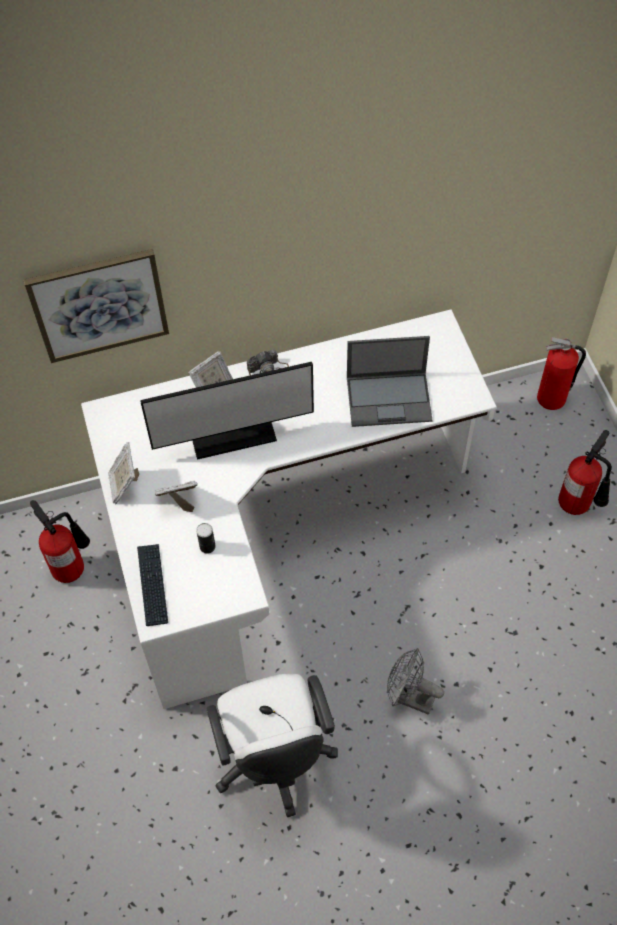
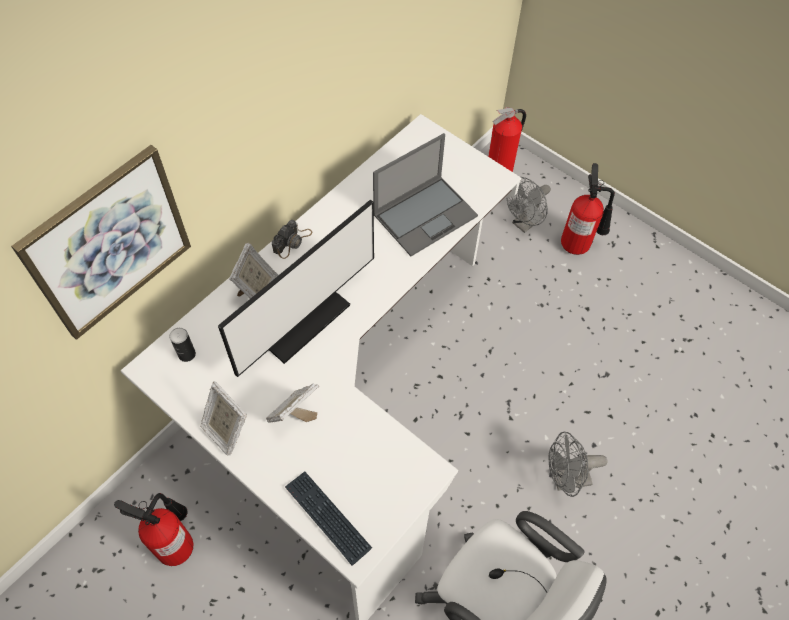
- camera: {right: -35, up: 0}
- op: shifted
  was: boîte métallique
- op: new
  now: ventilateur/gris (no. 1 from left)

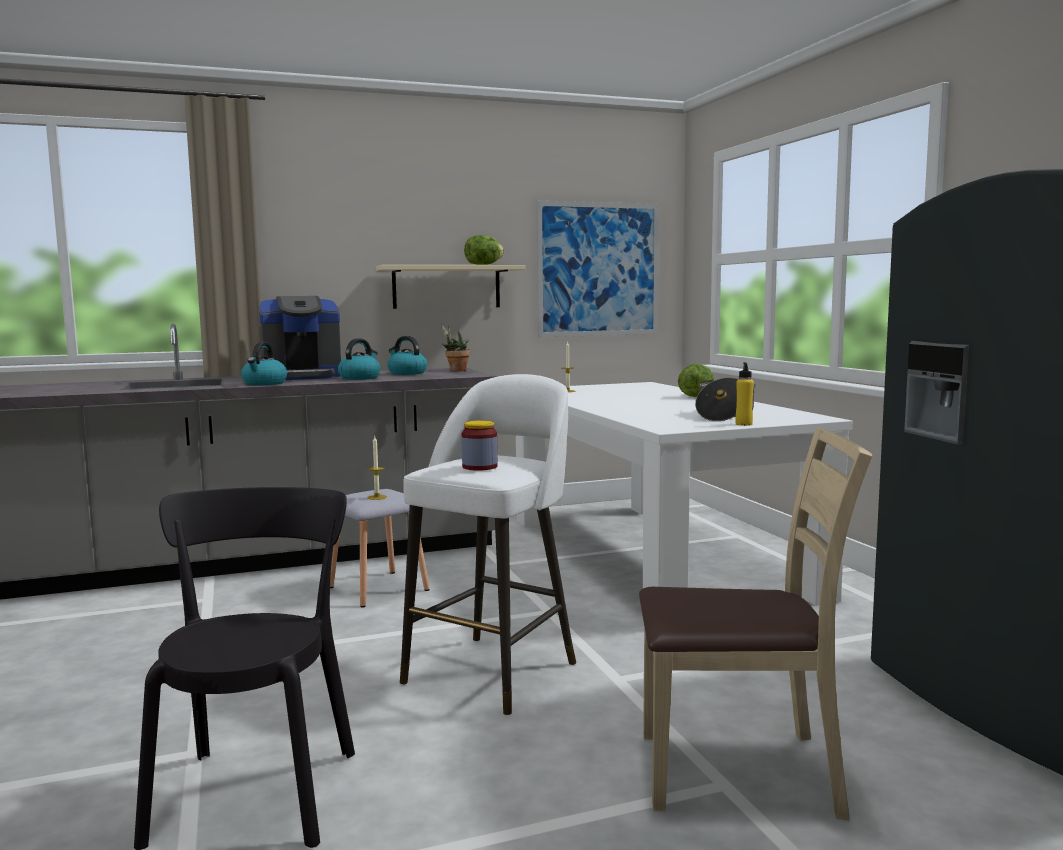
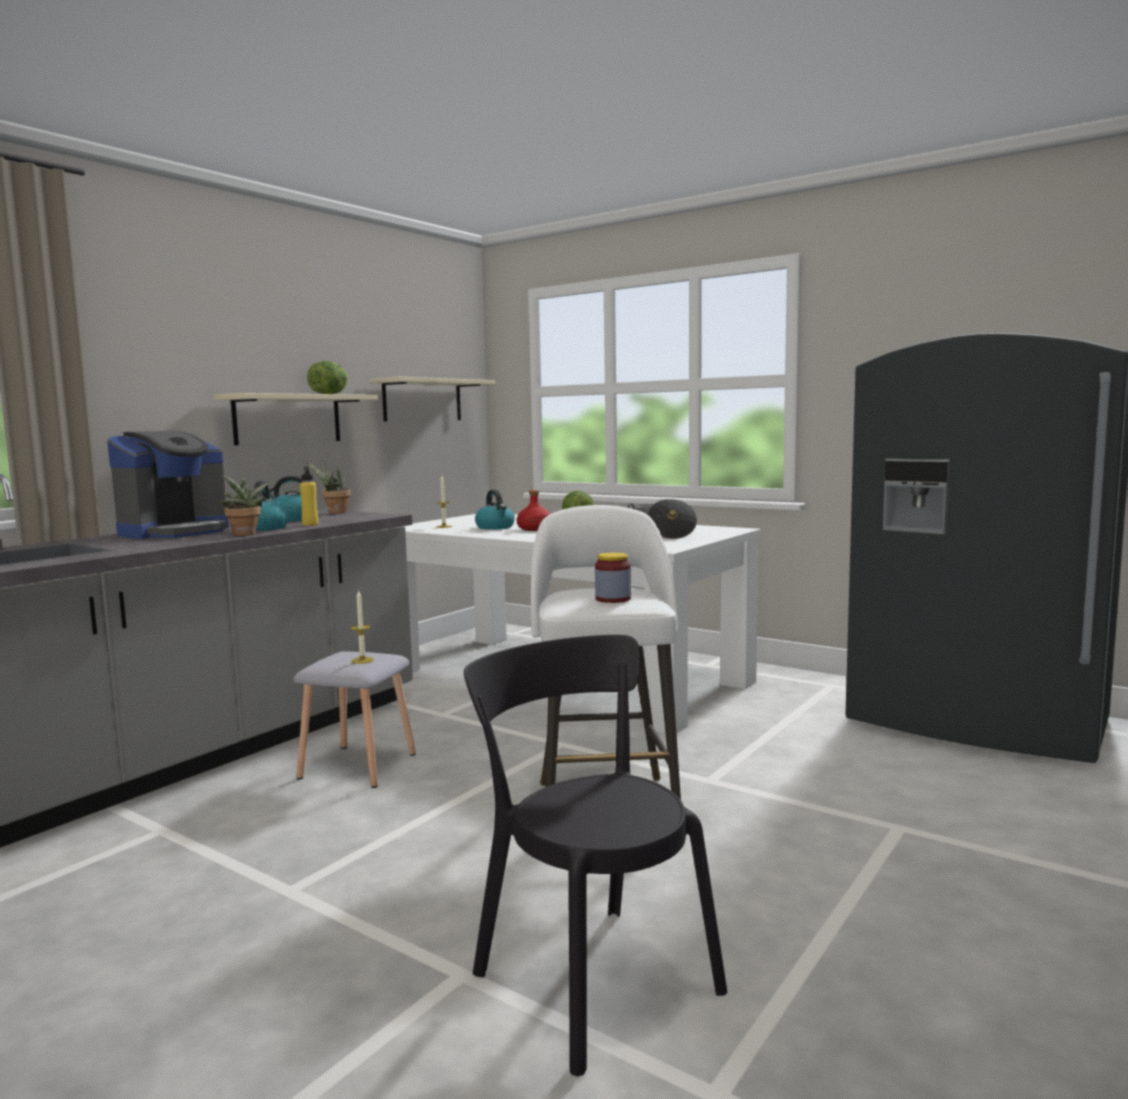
- camera: {right: -35, up: 0}
- op: swapped
  was: tableau
  now: étagère/beige (no. 2 from left)
- op: shifted
  was: bouilloire (no. 1 from left in the first image)
  now: bouilloire (no. 3 from left)
- op: shifted
  was: bouteille/jaune
- op: gone
  was: chaise/beige
- op: new
  now: plante en pot (no. 1 from left)
- op: new
  now: bouteille/rouge

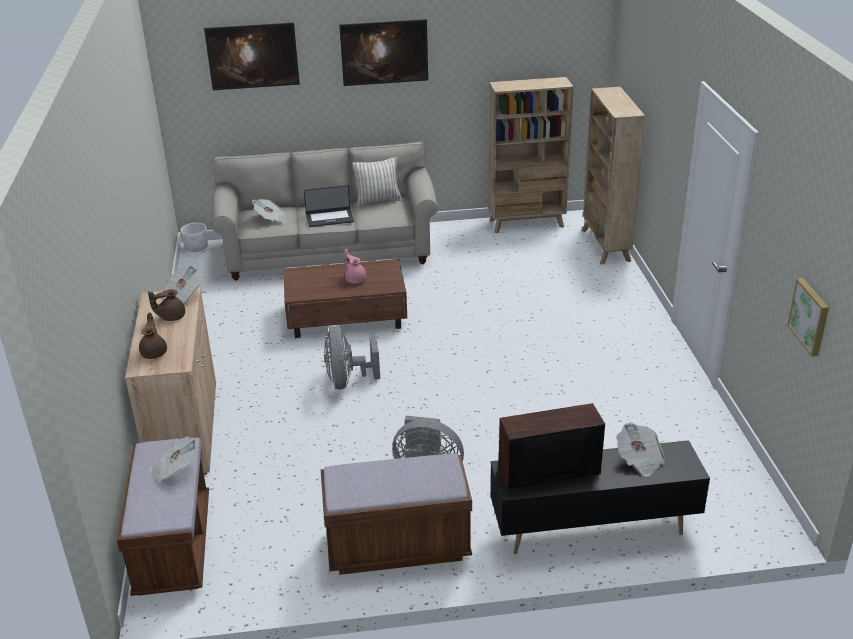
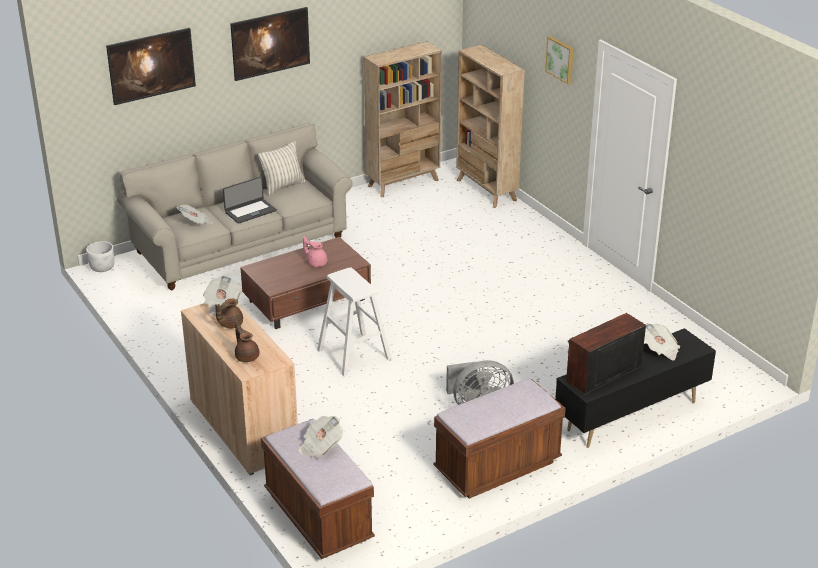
- camera: {right: -25, up: 0}
- op: shifted
  was: tableau (no. 3 from left)
- op: swapped
  was: ventilateur/gris (no. 1 from left)
  now: tabouret/blanc

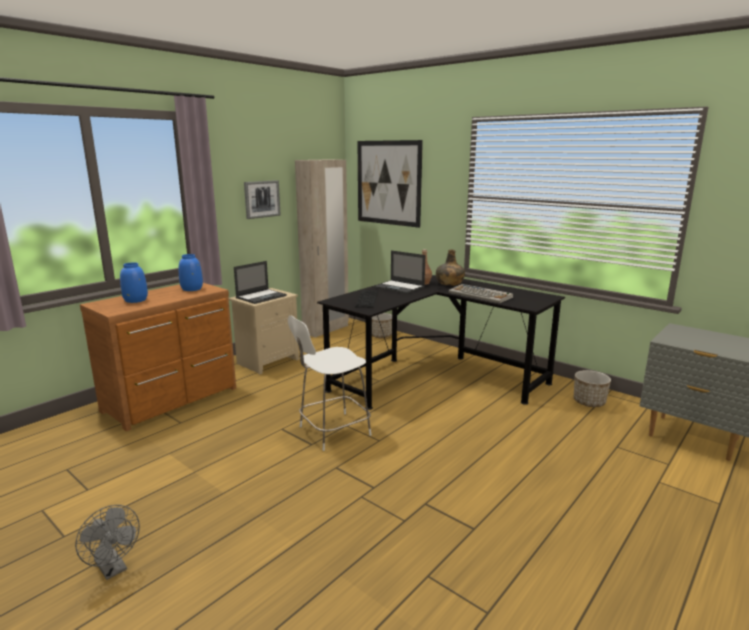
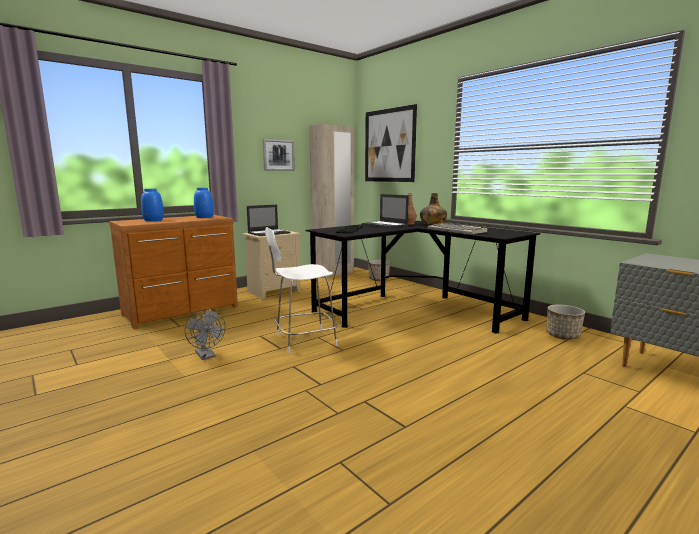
- camera: {right: 10, up: -5}
- op: shifted
  was: ventilateur/gris

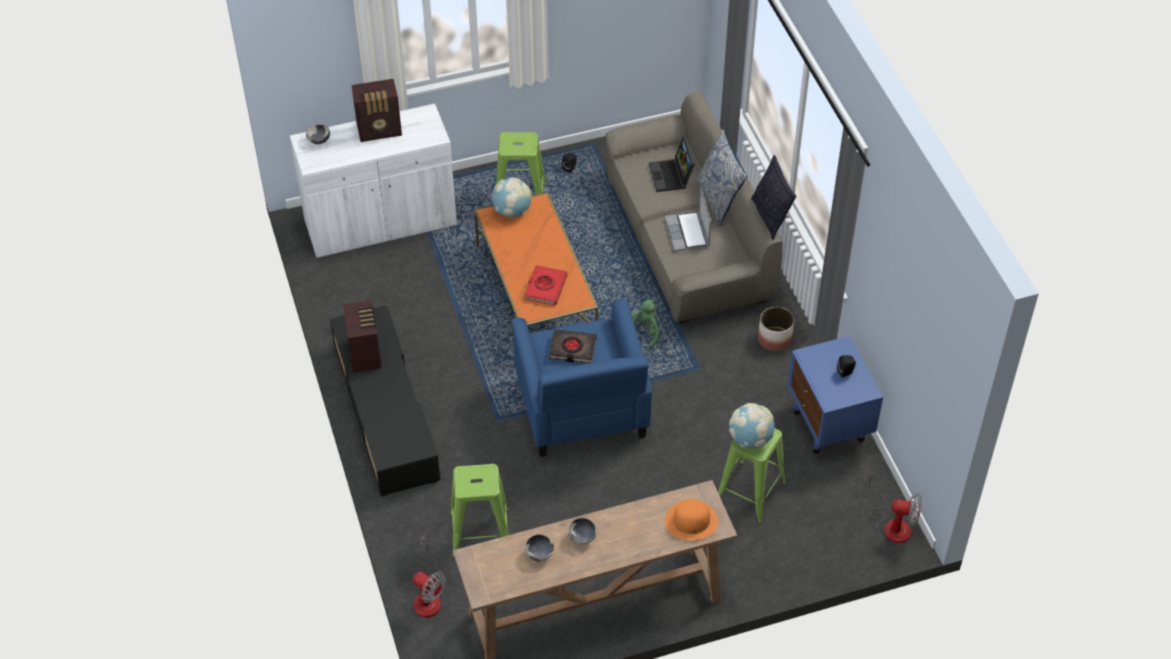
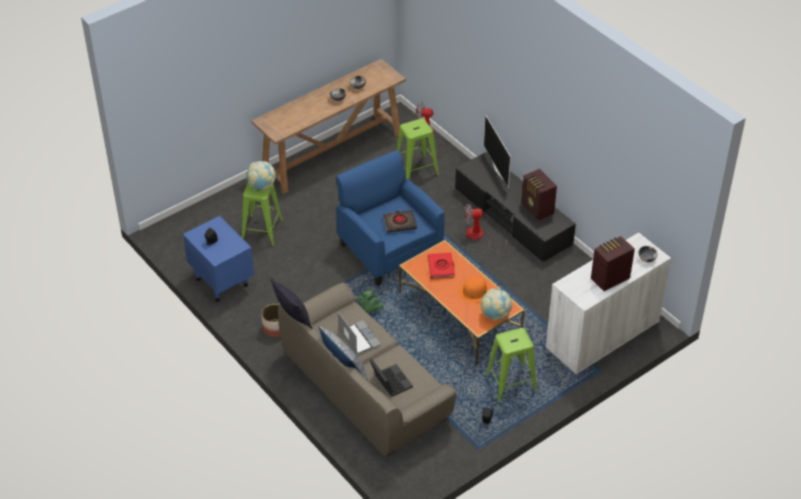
- camera: {right: 160, up: -5}
- op: shifted
  was: ventilateur (no. 2 from left)
- op: shifted
  was: chapeau/orange
- op: new
  now: téléviseur

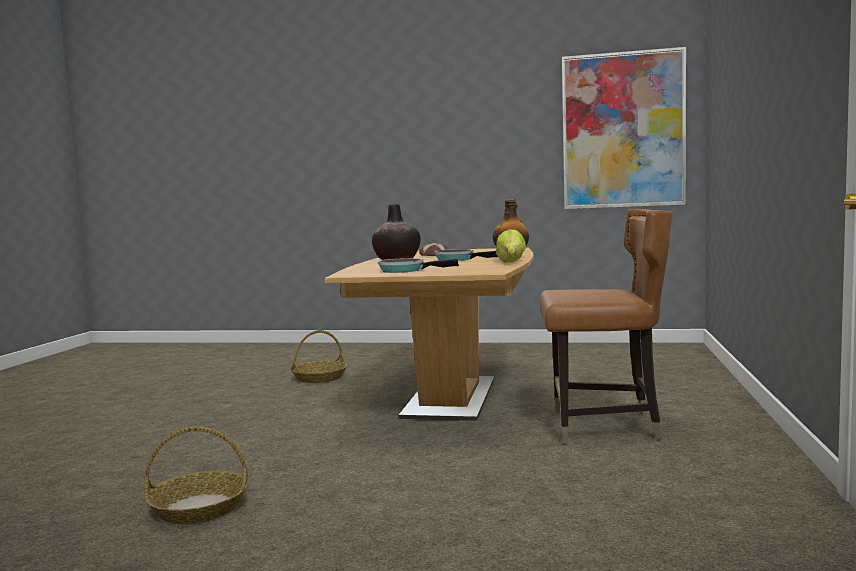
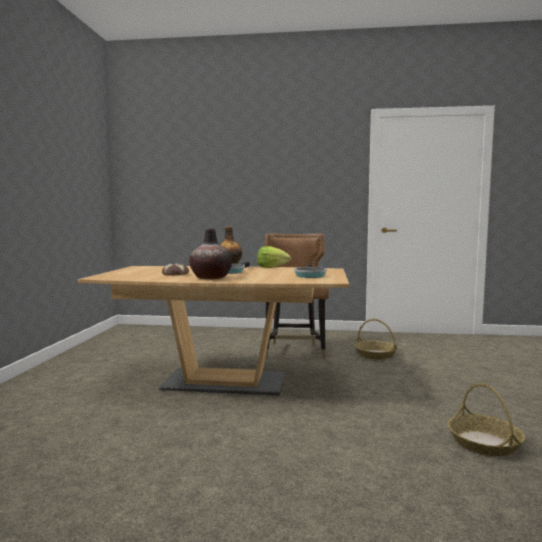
- camera: {right: -95, up: 0}
- op: gone
  was: tableau
- op: shifted
  was: panier (no. 2 from left in the first image)
  now: panier (no. 1 from left)

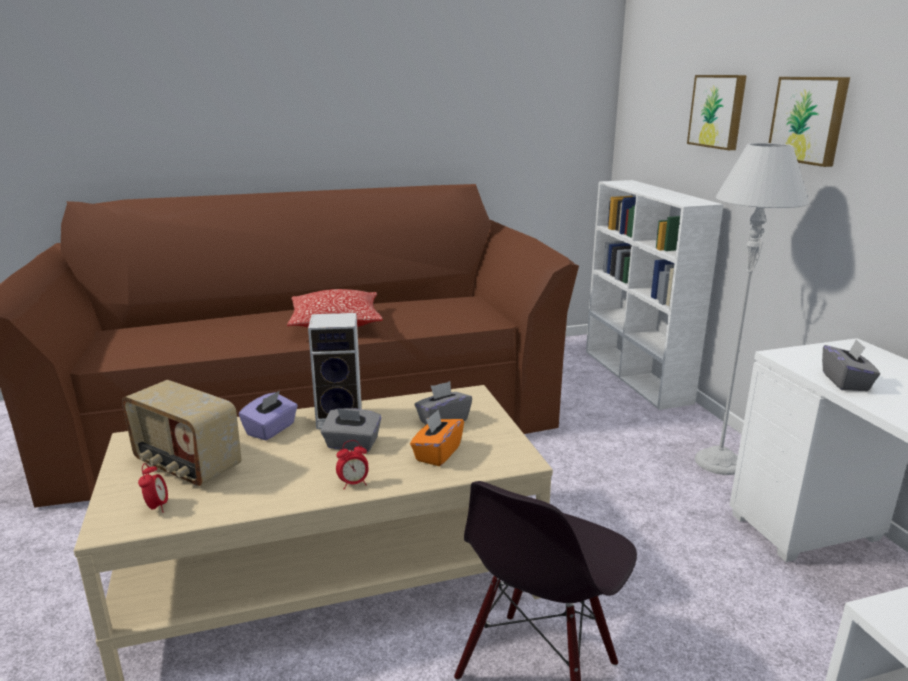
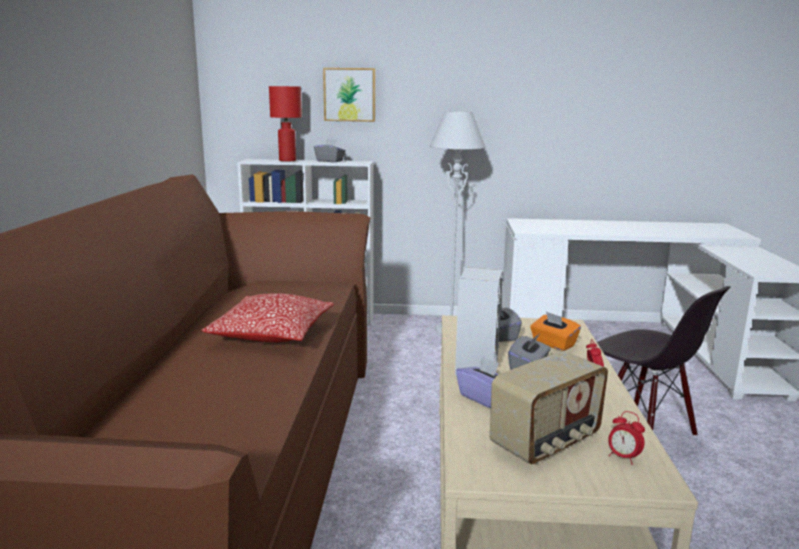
- camera: {right: -70, up: -5}
- op: gone
  was: tableau (no. 2 from left)
- op: shifted
  was: boîte à mouchoirs/gris (no. 3 from left in the first image)
  now: boîte à mouchoirs/gris (no. 1 from left)
- op: rotated
  was: réveil (no. 1 from left in the first image)
  clockwise: -150
- op: new
  now: lampe de table/rouge

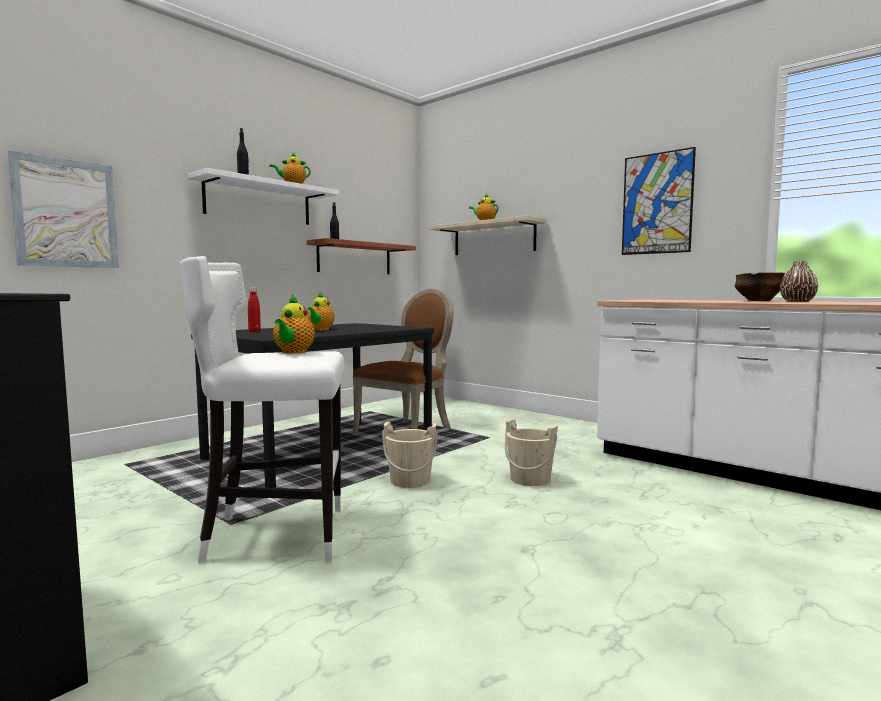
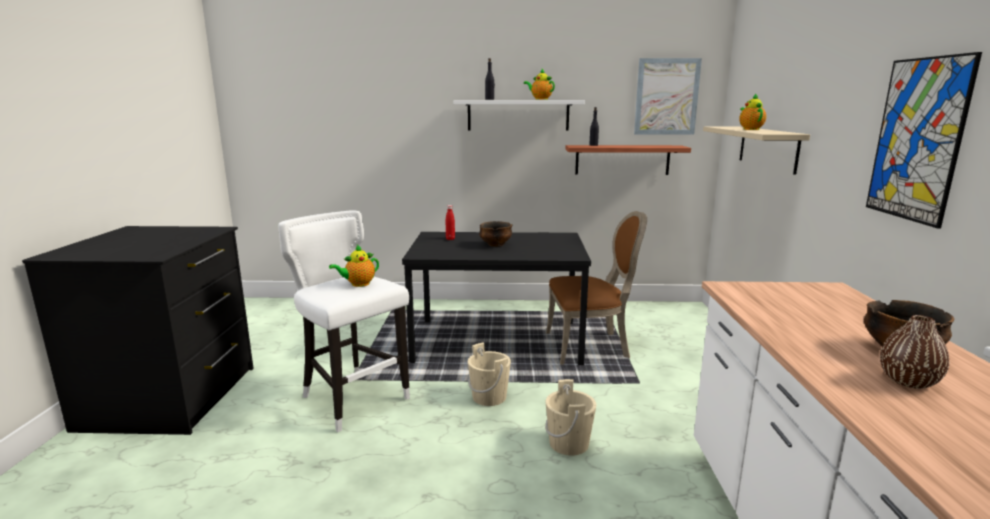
- camera: {right: 50, up: 10}
- op: shifted
  was: tableau (no. 1 from left)
- op: swapped
  was: théière (no. 3 from left)
  now: bol (no. 1 from left)

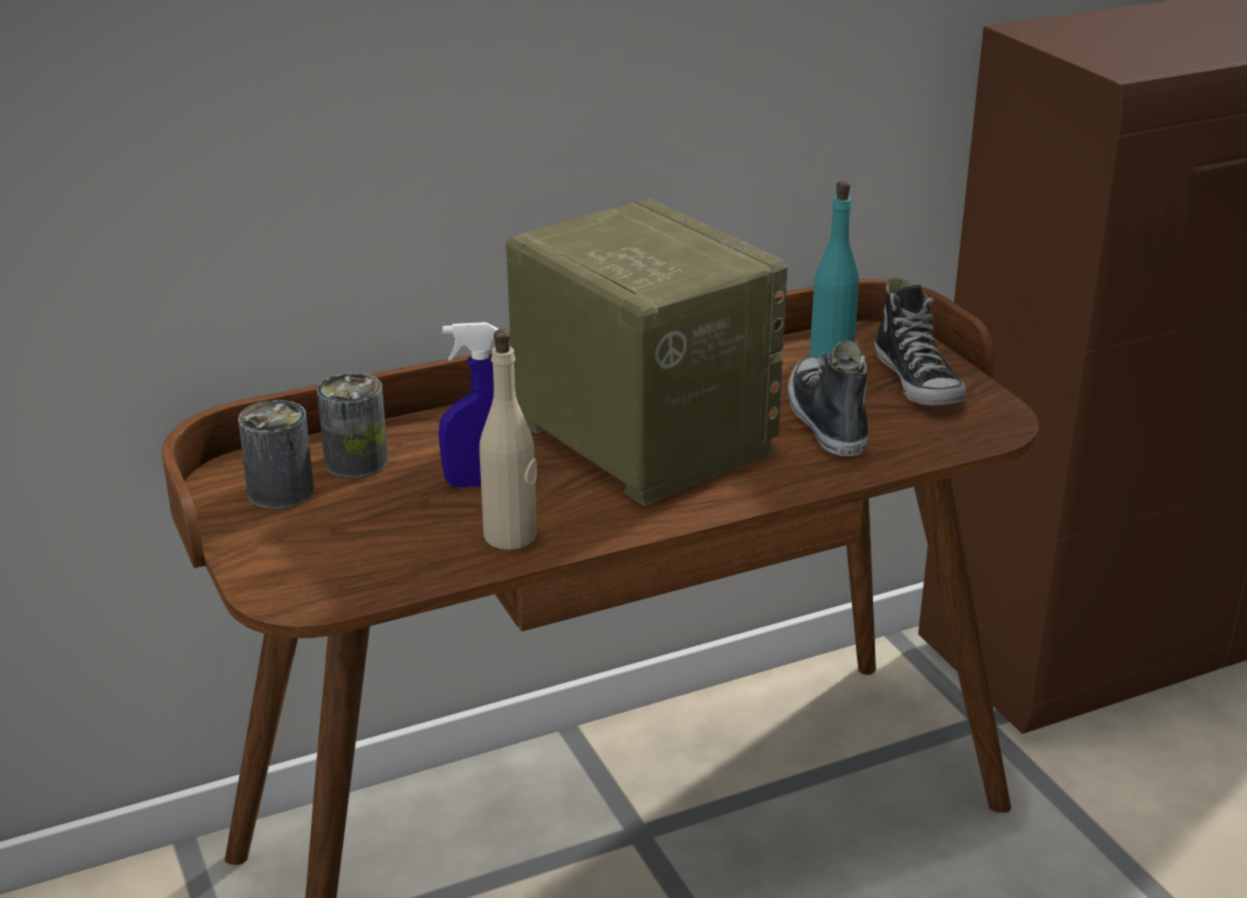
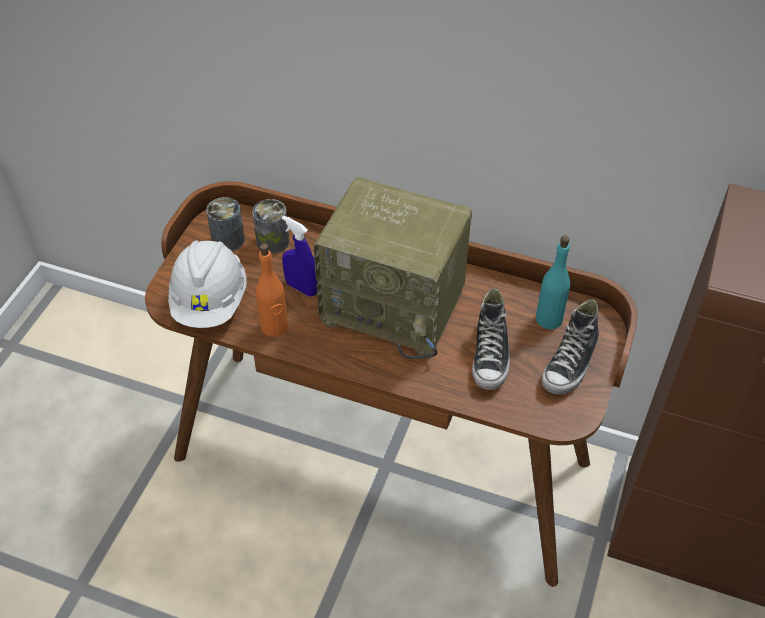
- camera: {right: 45, up: 20}
- op: rotated
  was: radio
  clockwise: 105
- op: repainted
  was: bouteille/beige
  now: bouteille/orange
- op: rotated
  was: chaussure (no. 1 from left)
  clockwise: 150
- op: new
  now: casque de chantier/blanc

